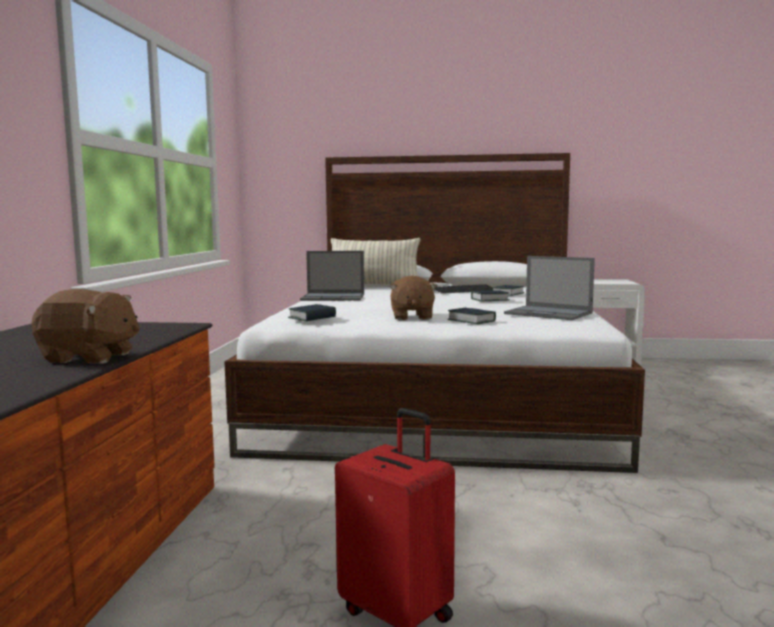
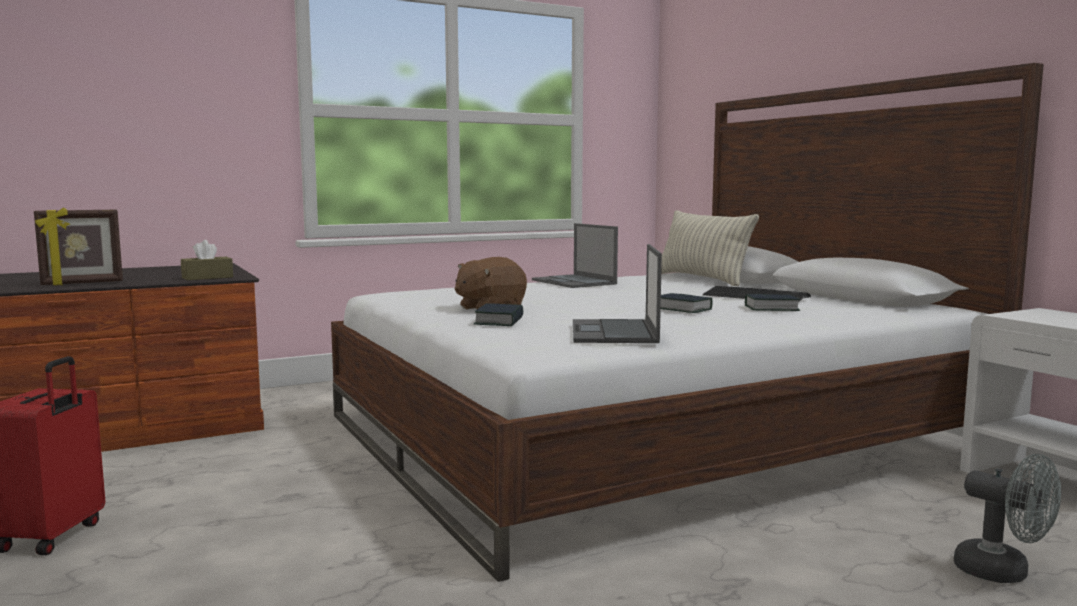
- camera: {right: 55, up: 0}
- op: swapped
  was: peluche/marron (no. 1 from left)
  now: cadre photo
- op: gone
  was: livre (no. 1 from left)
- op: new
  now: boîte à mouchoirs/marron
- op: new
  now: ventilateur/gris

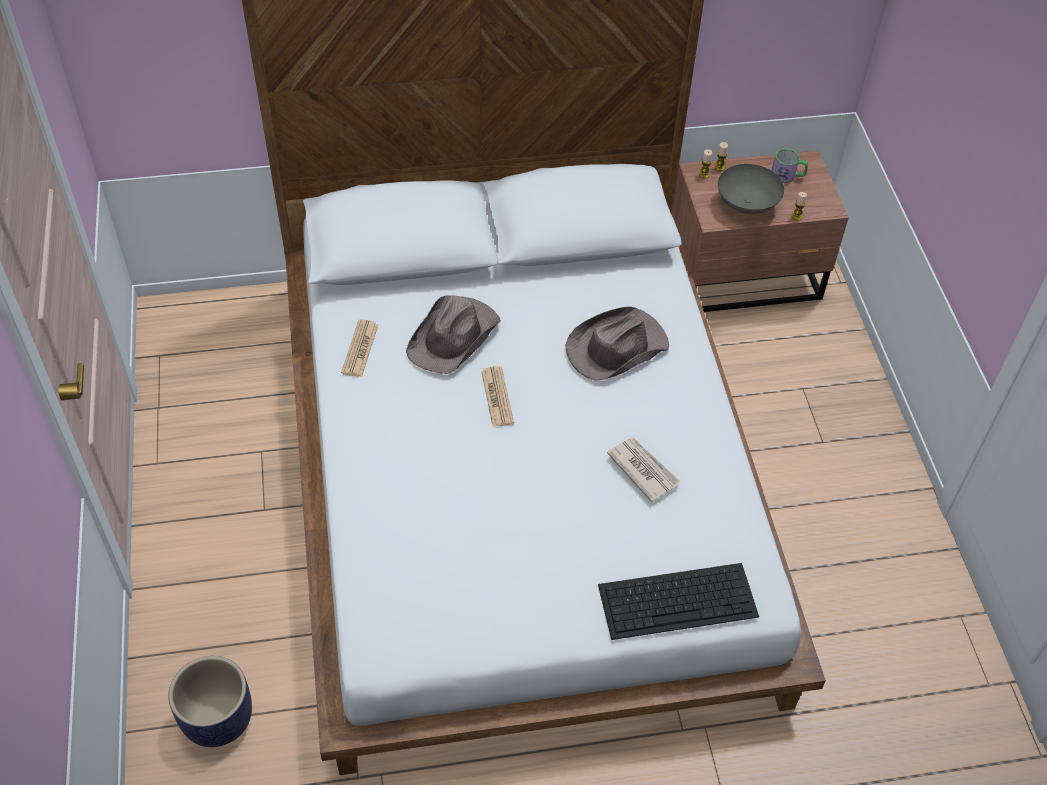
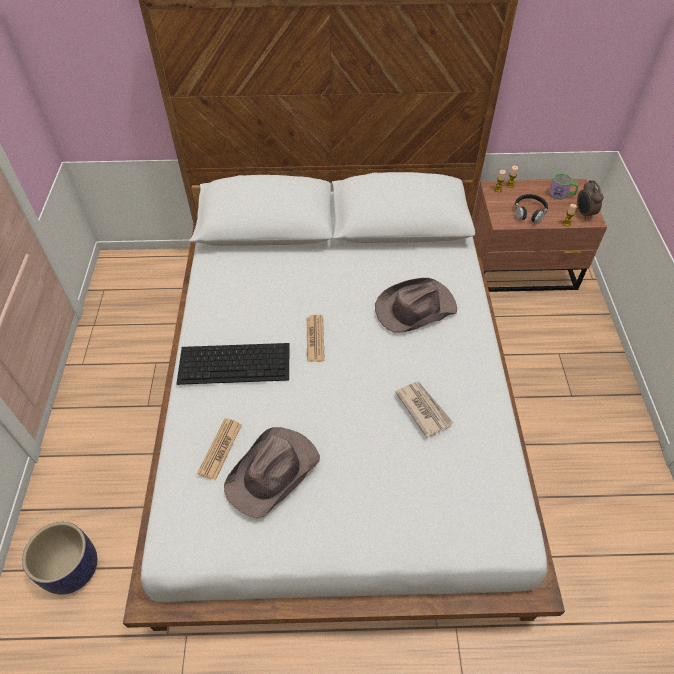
- camera: {right: 10, up: 0}
- op: swapped
  was: bol/gris
  now: casque audio/noir
- op: shifted
  was: chapeau/marron (no. 1 from left)
- op: shifted
  was: journal (no. 1 from left)
- op: shifted
  was: clavier
- op: new
  now: réveil

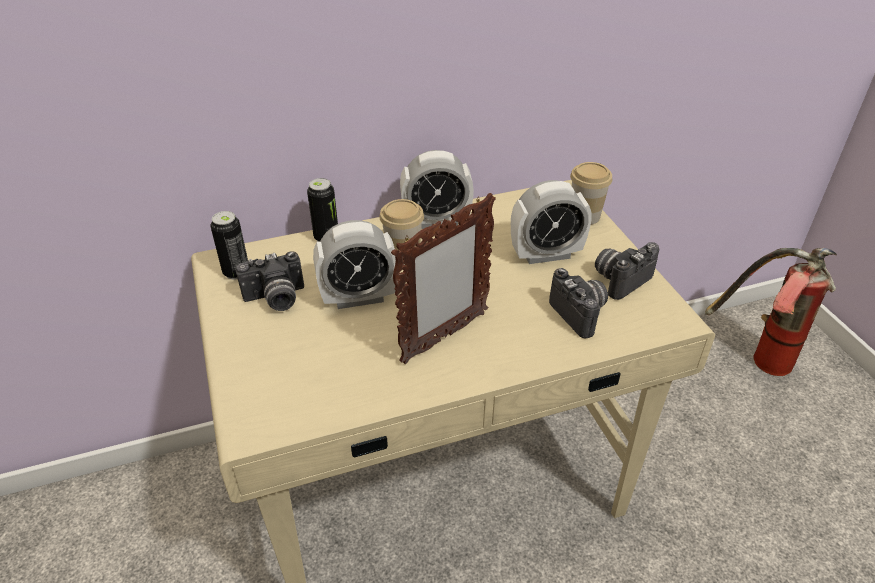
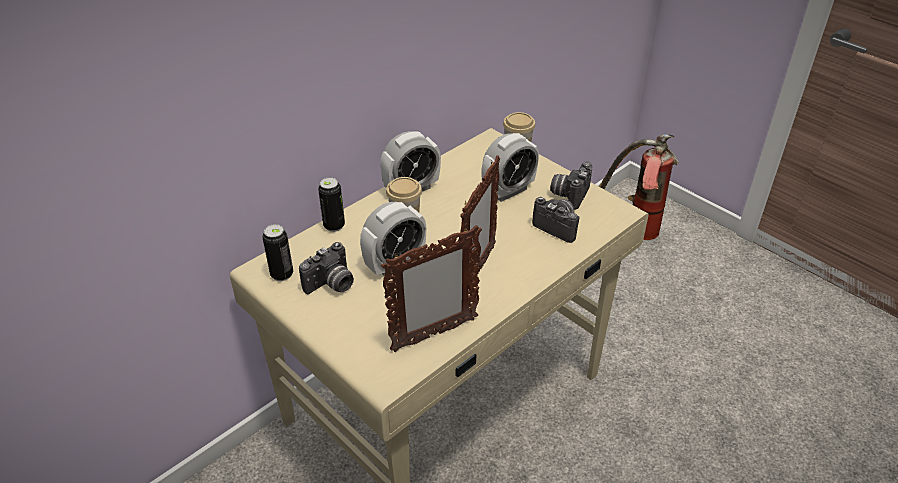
- camera: {right: -25, up: 0}
- op: new
  now: cadre photo (no. 1 from left)

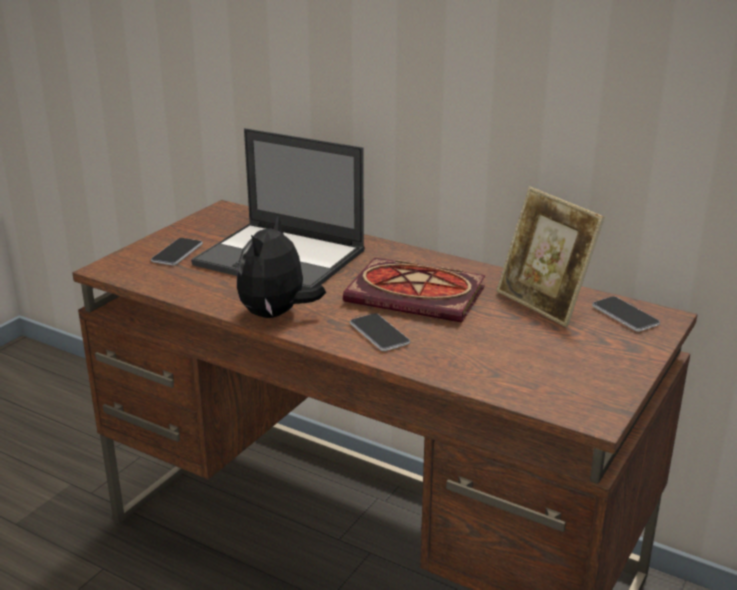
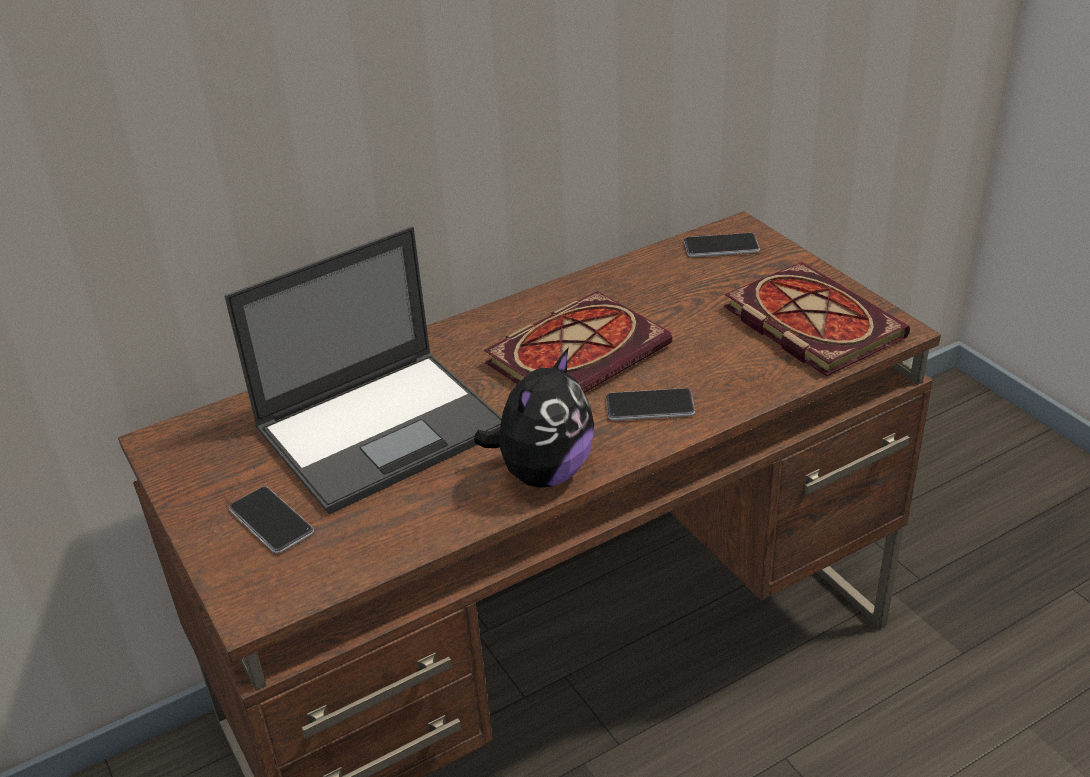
- camera: {right: -60, up: 10}
- op: gone
  was: cadre photo
- op: rotated
  was: peluche
  clockwise: -105
- op: new
  now: livre (no. 2 from left)

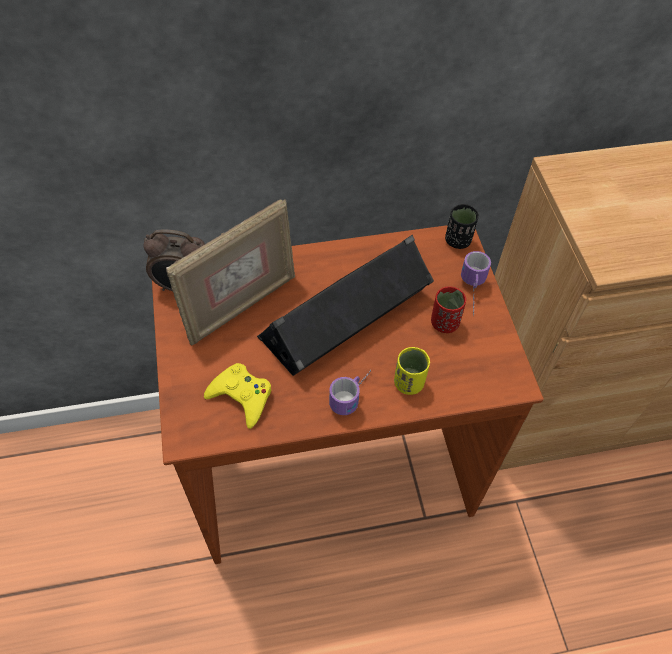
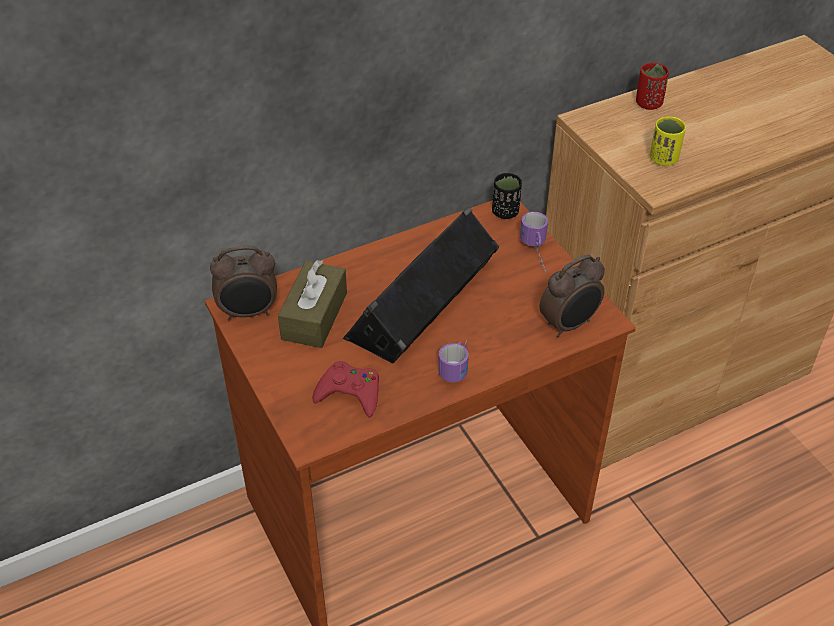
- camera: {right: -15, up: -10}
- op: swapped
  was: cadre photo
  now: boîte à mouchoirs/marron
- op: shifted
  was: tasse/rouge
- op: shifted
  was: tasse/jaune
- op: repainted
  was: manette/jaune
  now: manette/rouge
- op: new
  now: réveil (no. 2 from left)

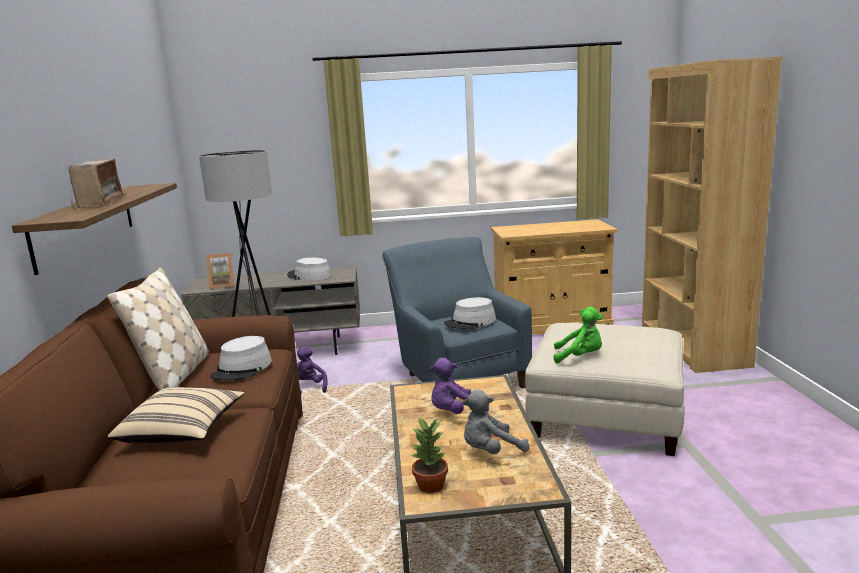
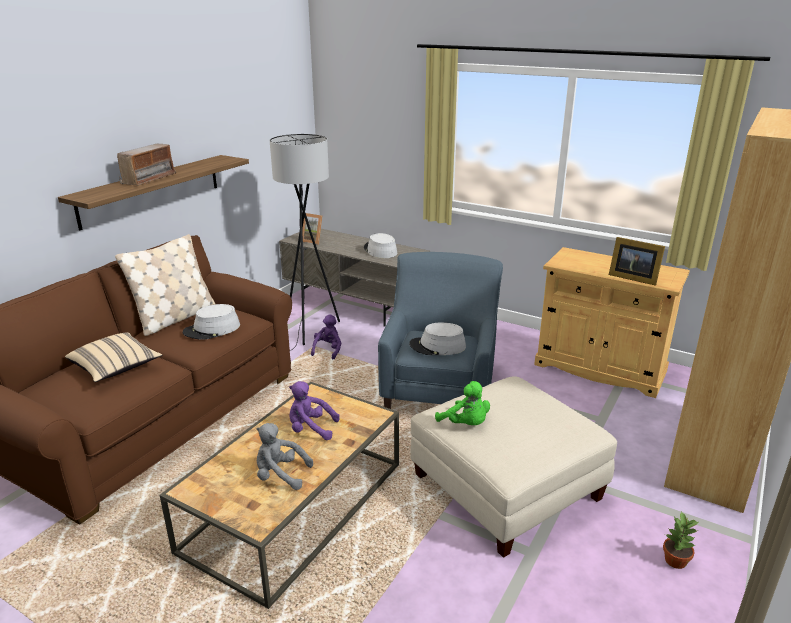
- camera: {right: 35, up: 10}
- op: shifted
  was: plante en pot
- op: new
  now: cadre photo (no. 2 from left)

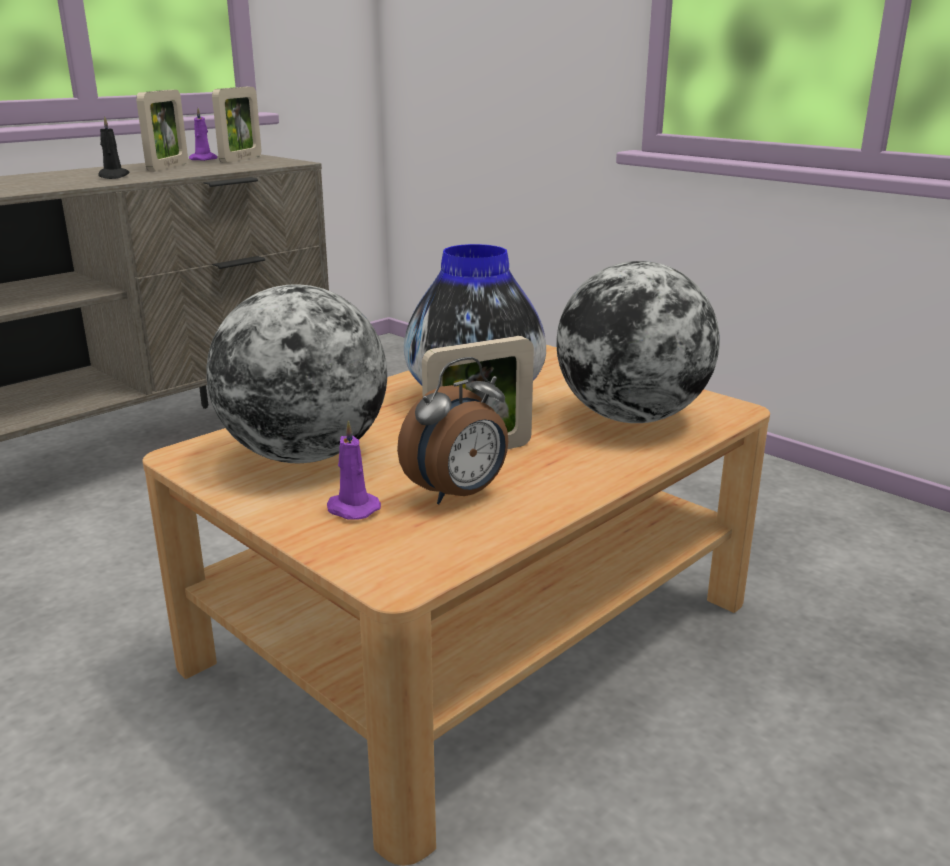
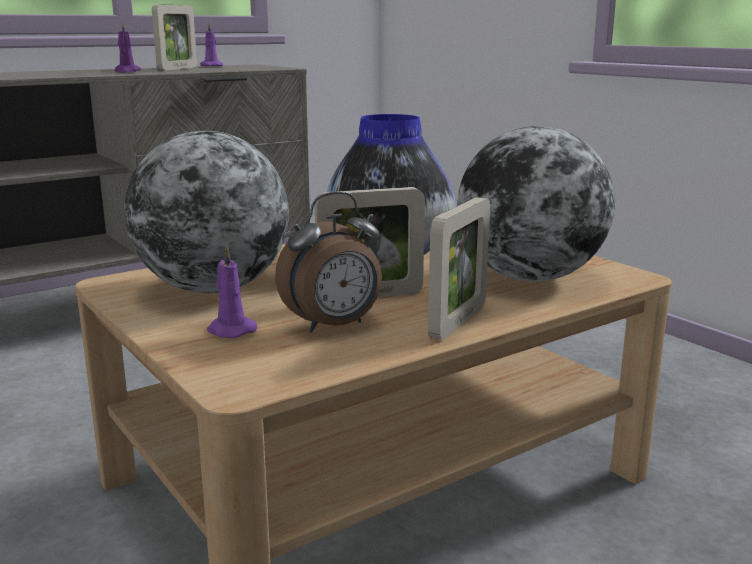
- camera: {right: 10, up: -5}
- op: shifted
  was: cadre photo (no. 2 from left in the first image)
  now: cadre photo (no. 3 from left)
- op: repainted
  was: bougie/noir
  now: bougie/violet (no. 1 from left)

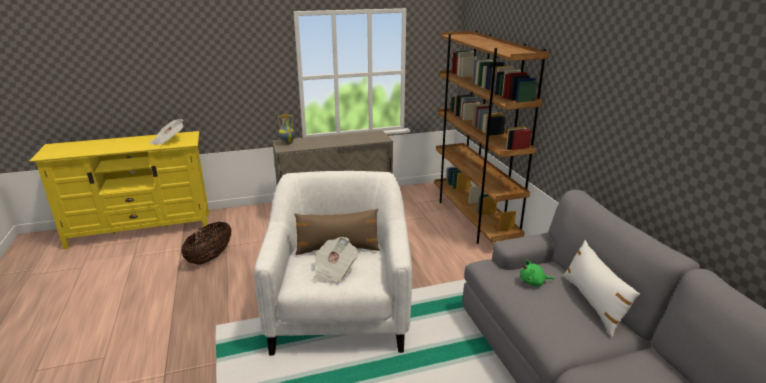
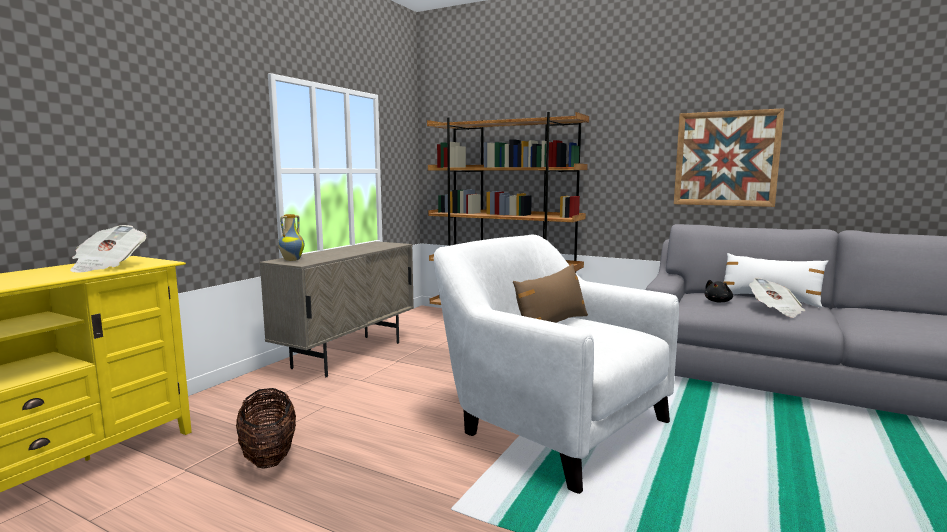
- camera: {right: -45, up: -15}
- op: shifted
  was: journal (no. 2 from left)
- op: repainted
  was: peluche/vert
  now: peluche/noir
- op: new
  now: tableau

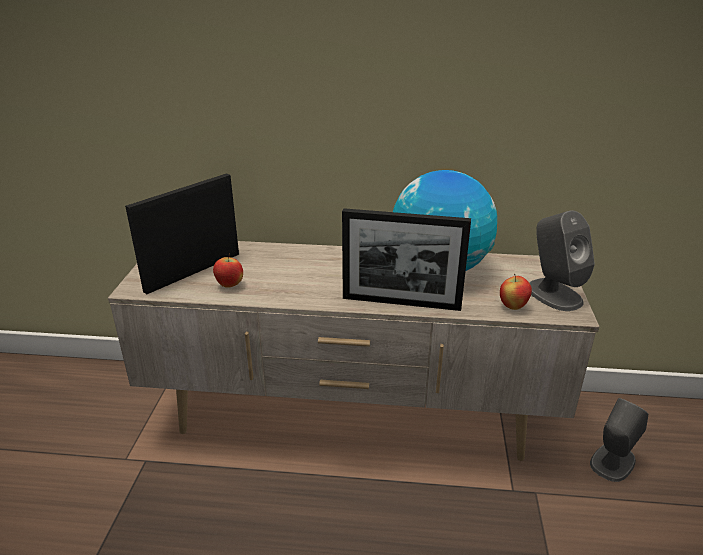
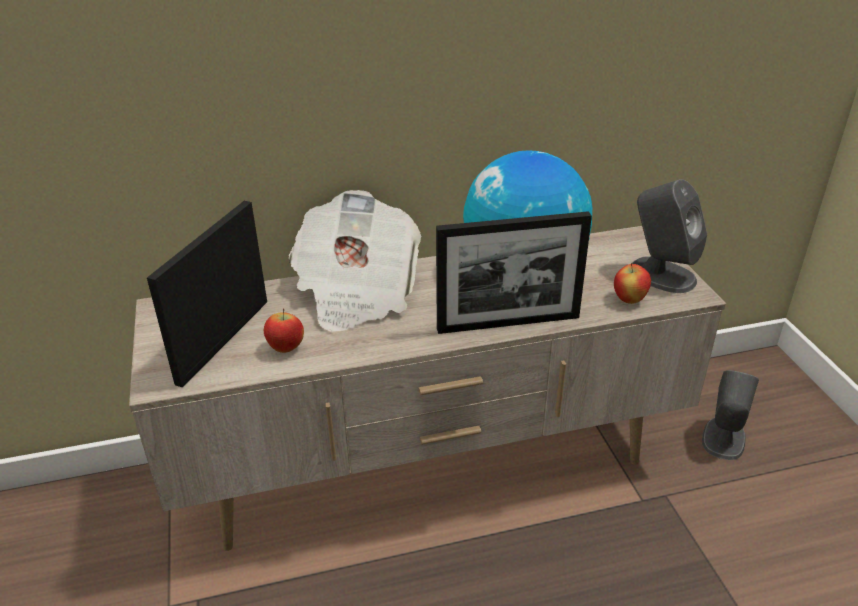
- camera: {right: -20, up: 5}
- op: new
  now: journal

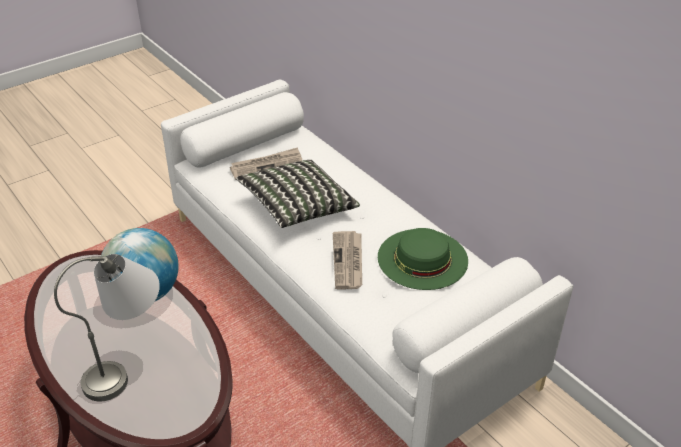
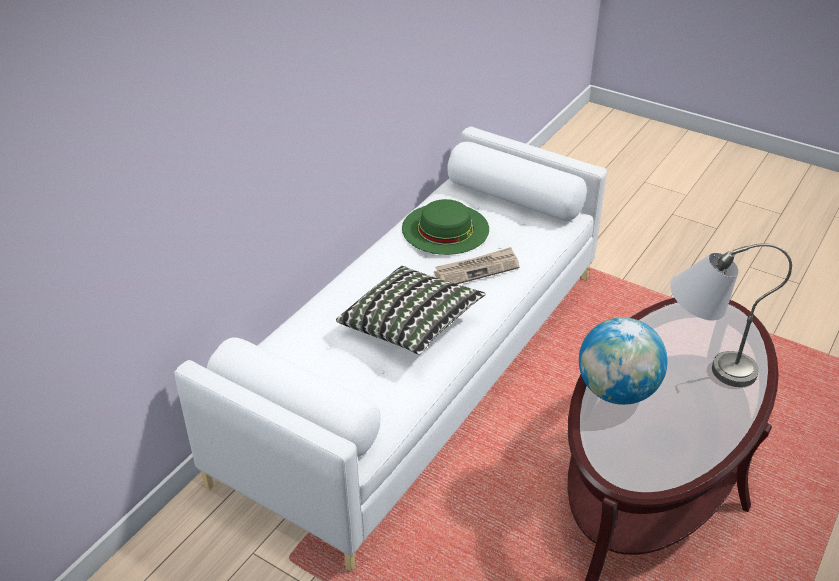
- camera: {right: -110, up: 0}
- op: gone
  was: journal (no. 1 from left)

